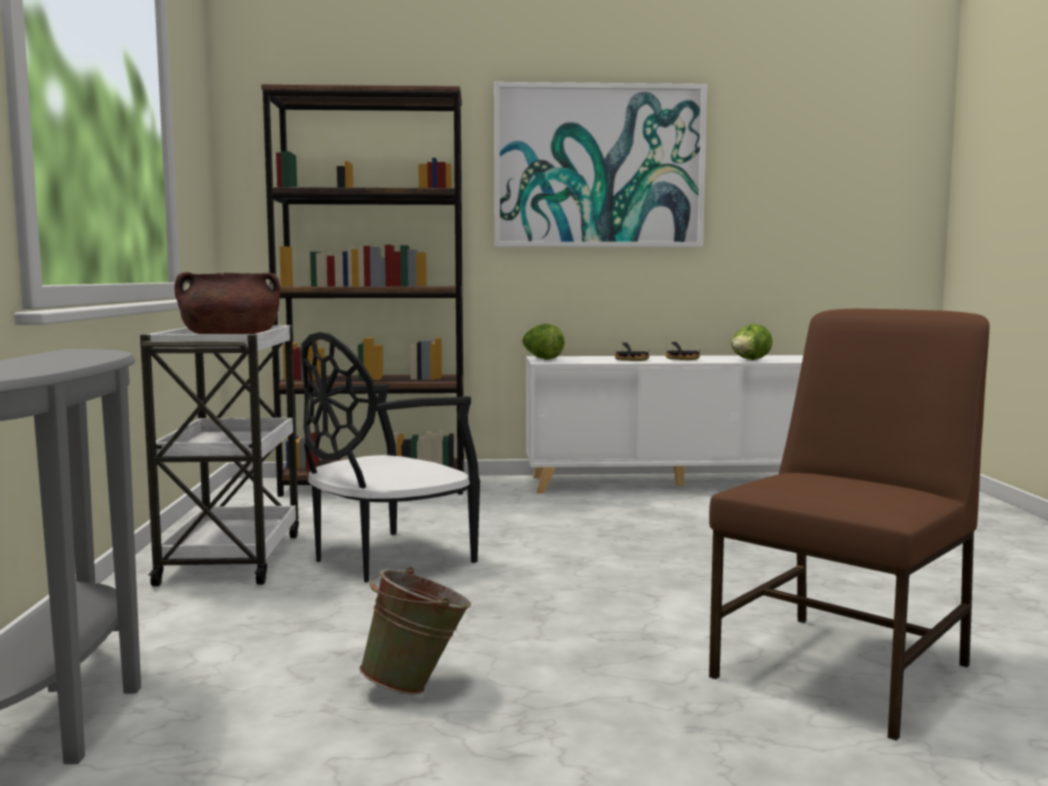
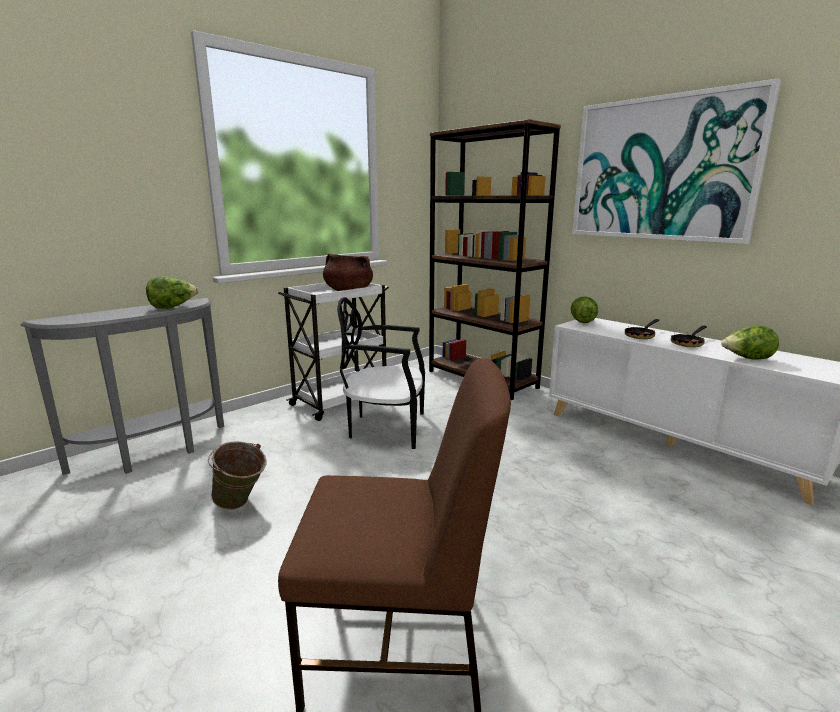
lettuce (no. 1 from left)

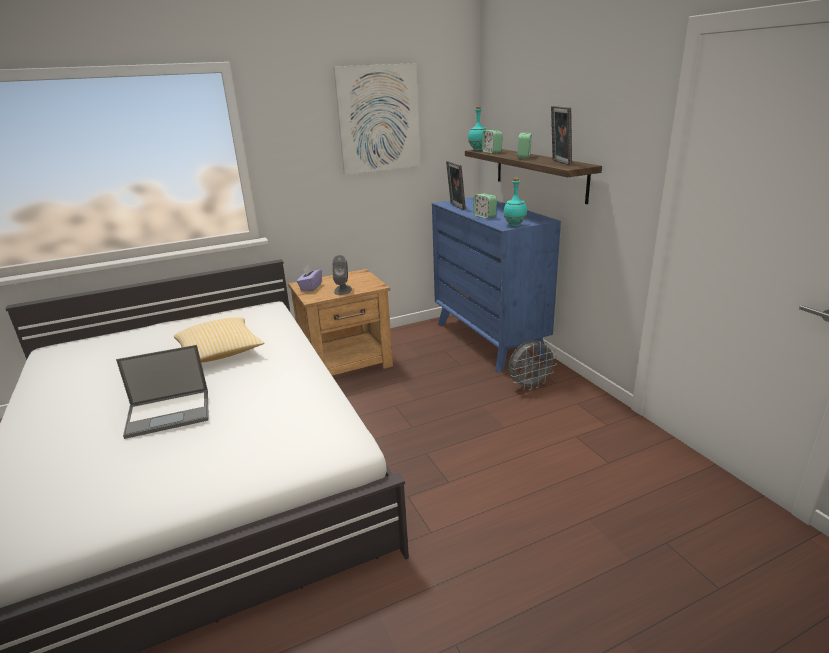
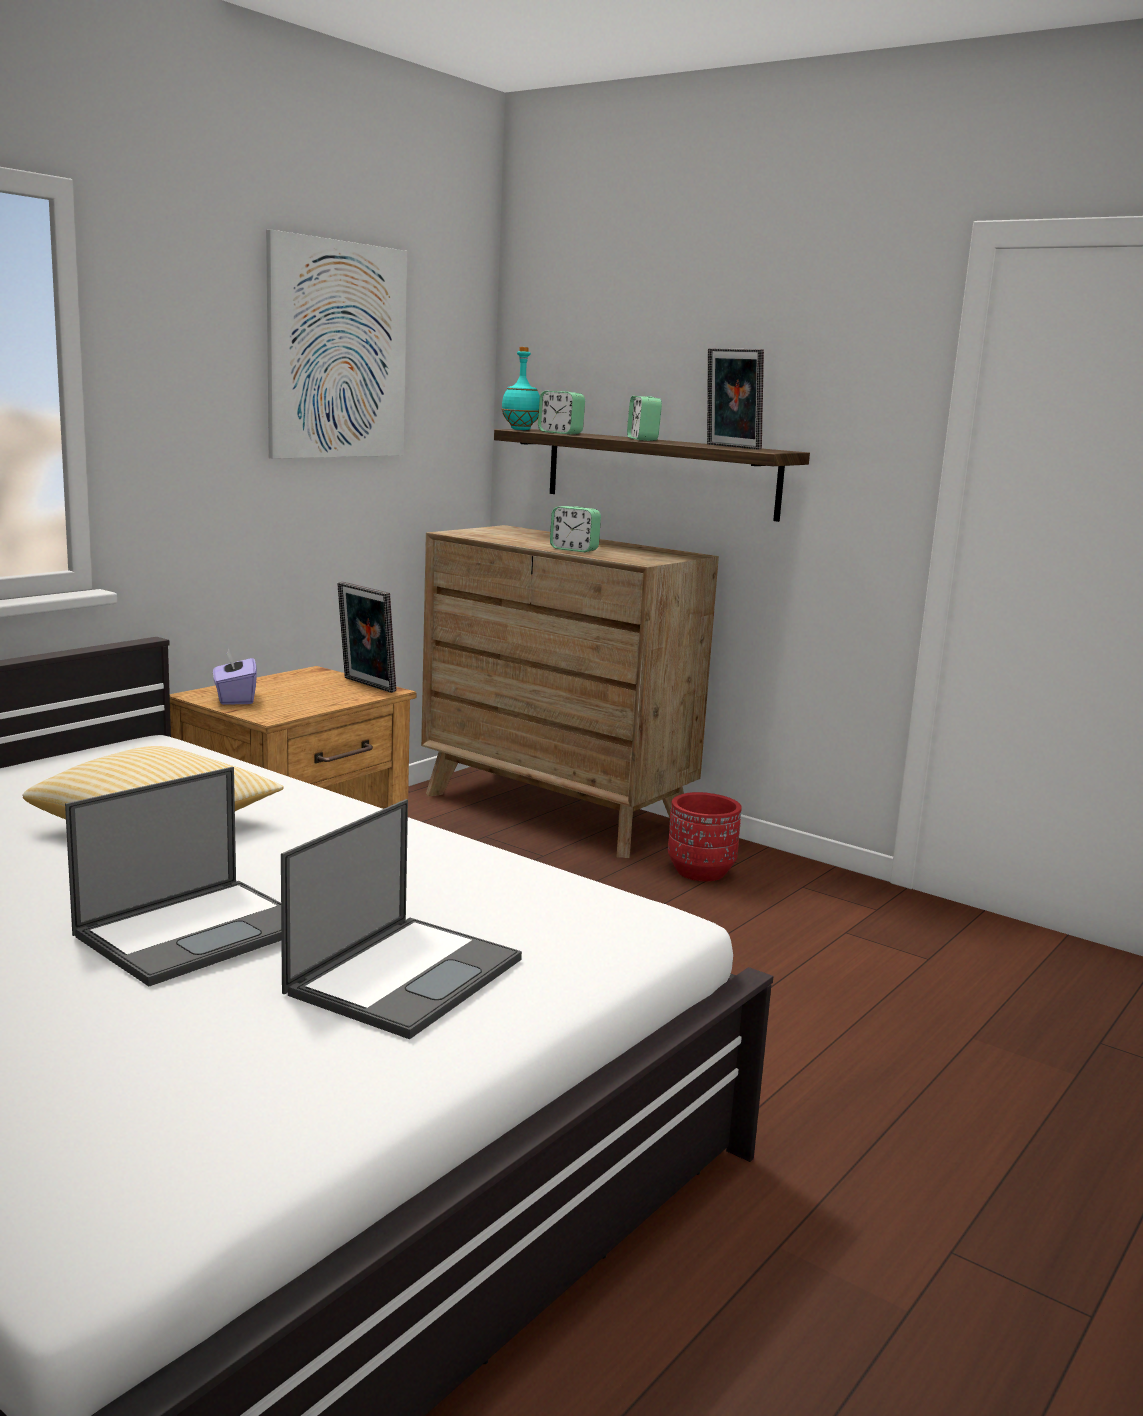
laptop (no. 2 from left)
picture frame (no. 1 from left)
dresser in brown
planter in red
speaker in grey
bottle in turquoise (no. 2 from left in the first image)

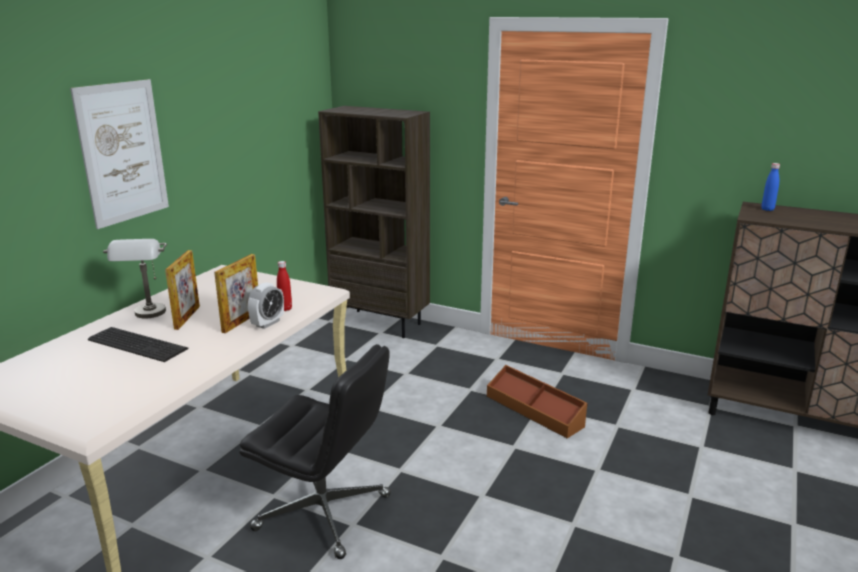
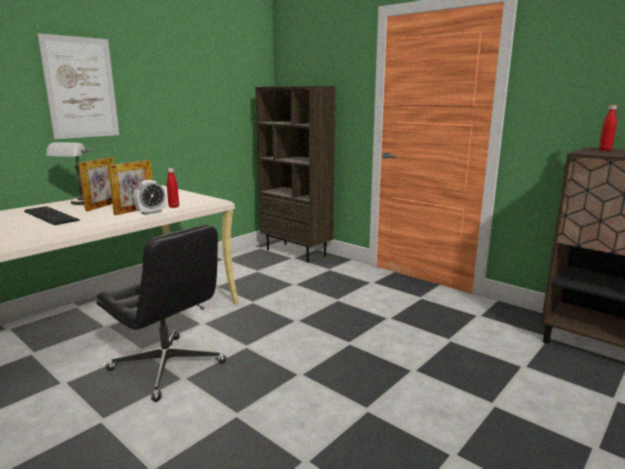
bottle in red (no. 2 from left)
storage box in brown

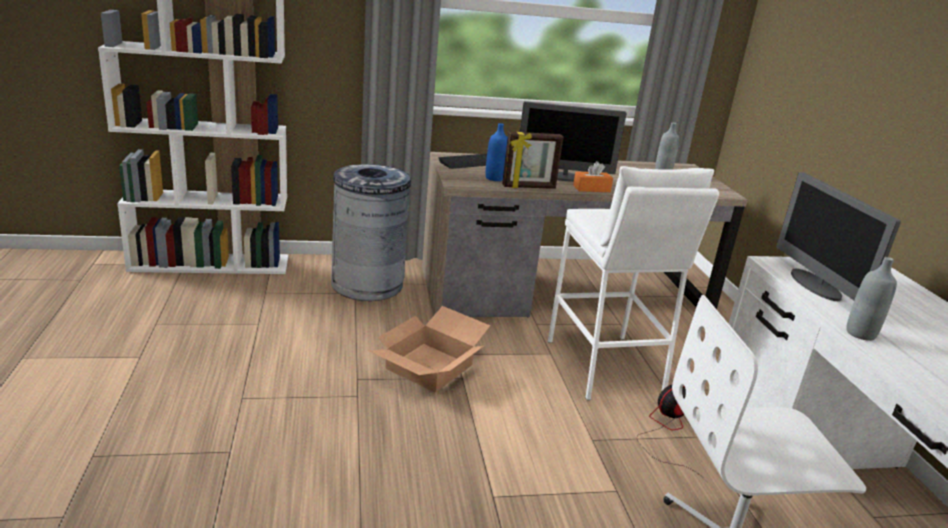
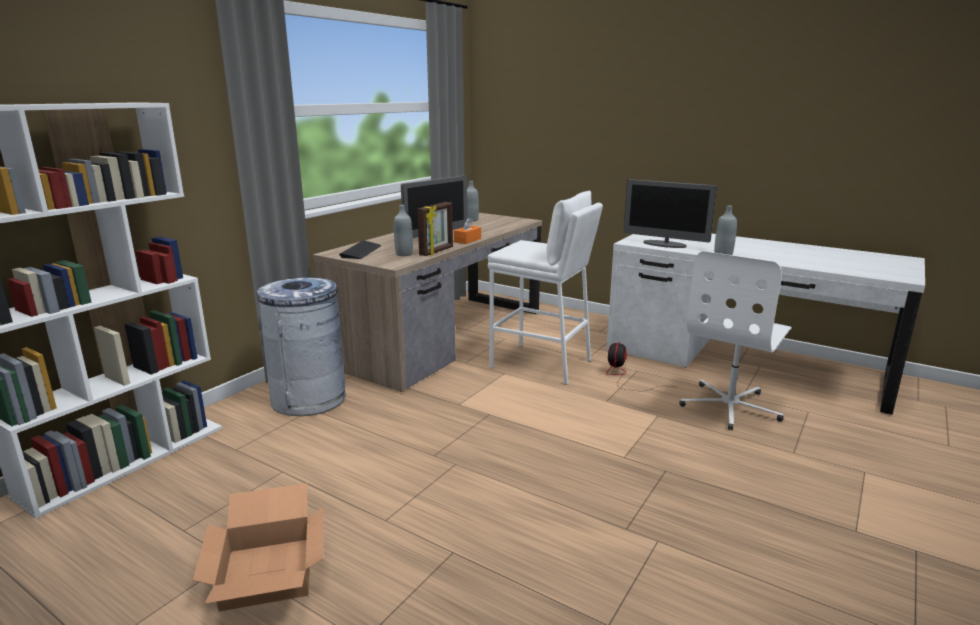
cardboard box
bottle in grey (no. 1 from left)

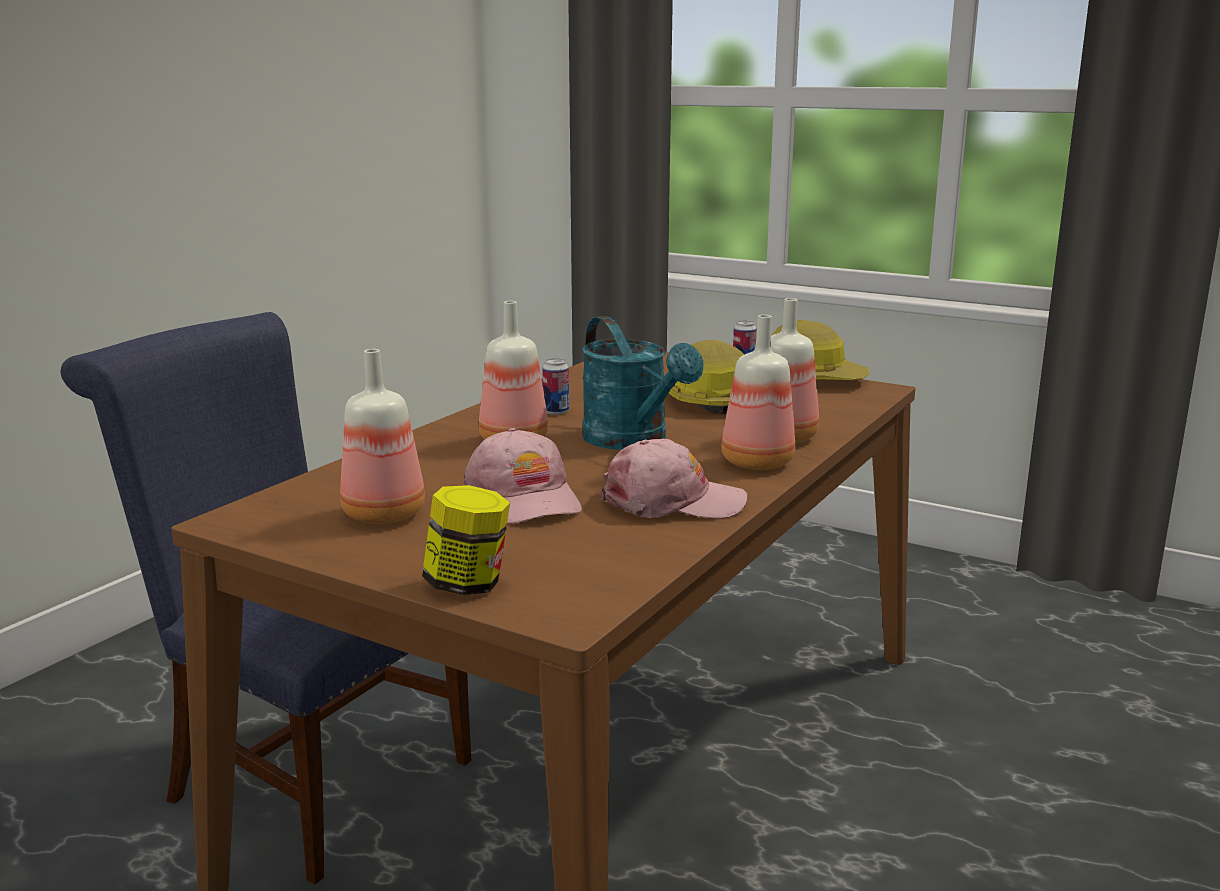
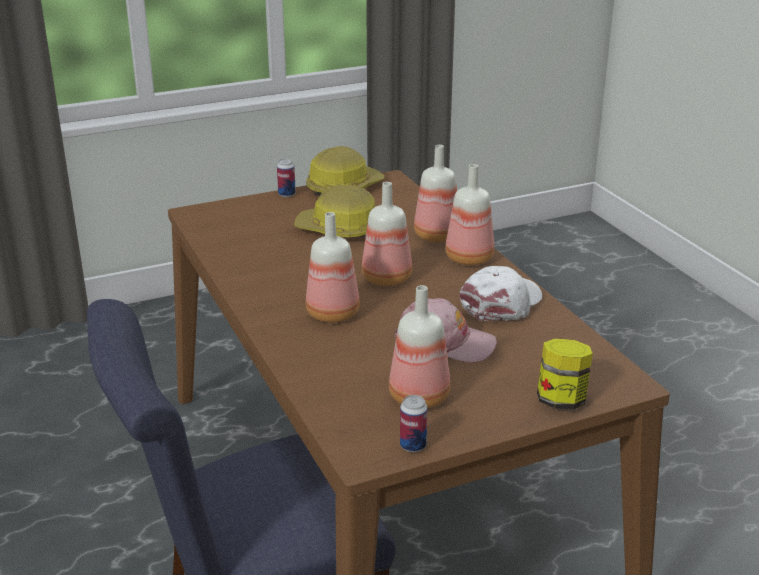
bottle (no. 2 from left)
can (no. 2 from left)
cap in white

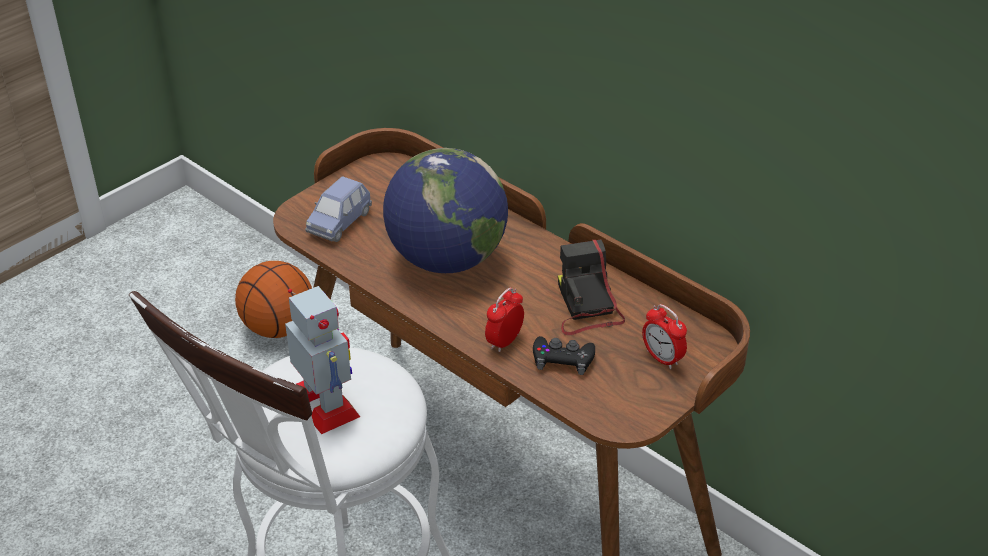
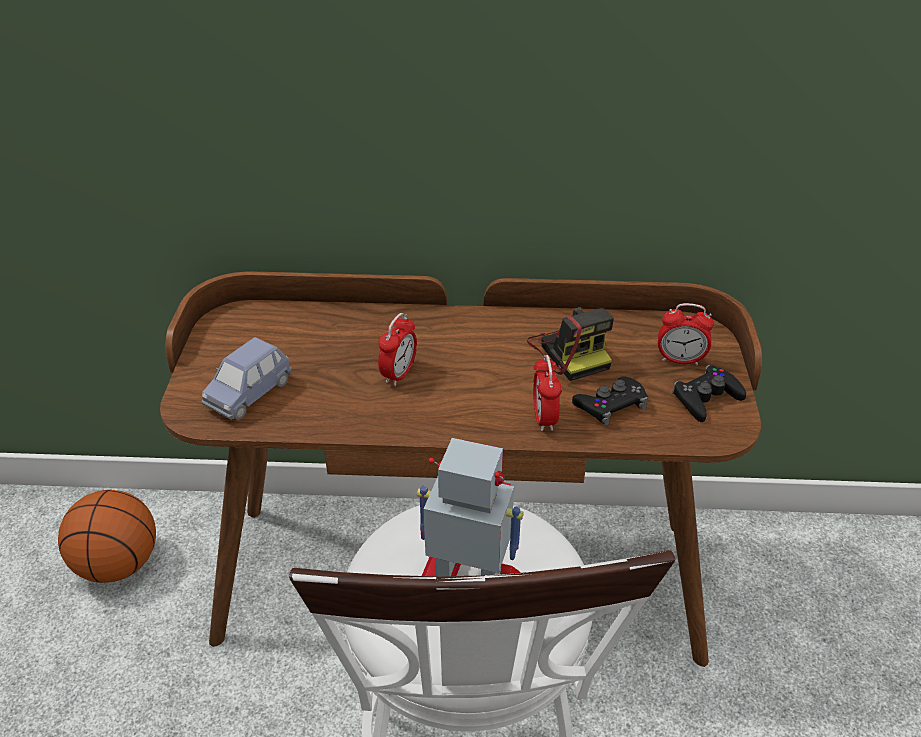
toy car in blue
alarm clock (no. 1 from left)
photo camera
game controller in black (no. 2 from left)

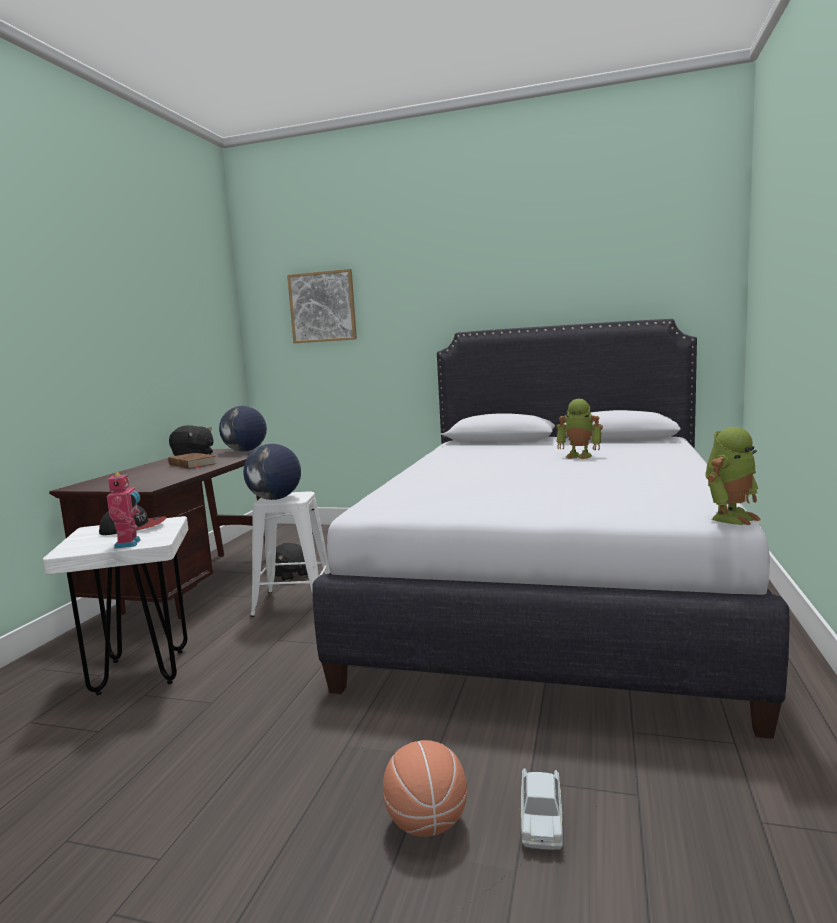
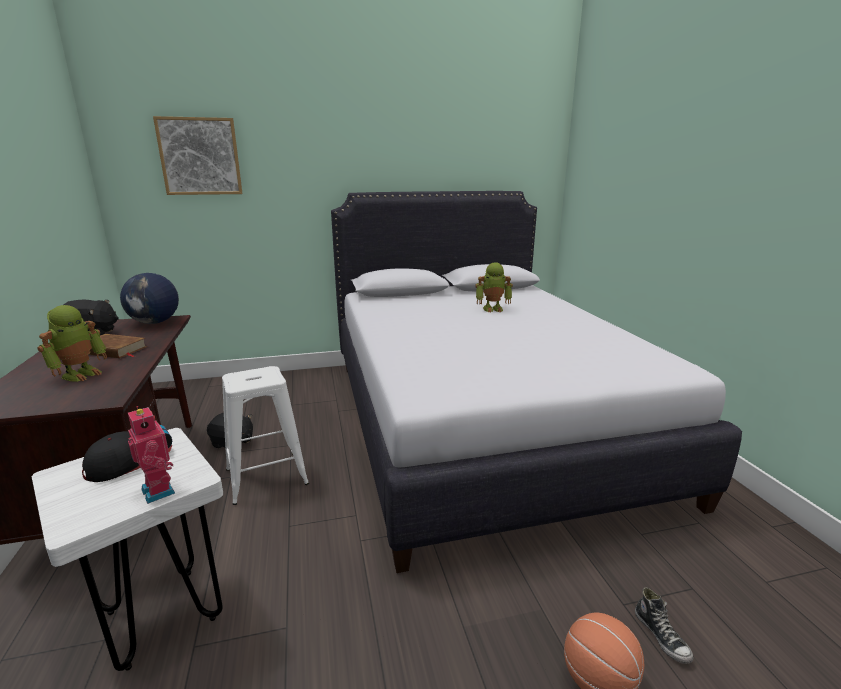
toy robot (no. 1 from left)
shoe
globe (no. 2 from left in the first image)

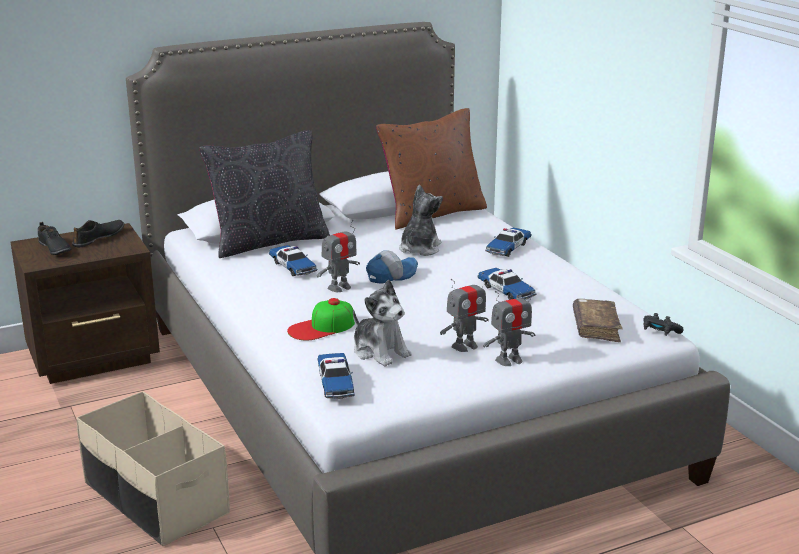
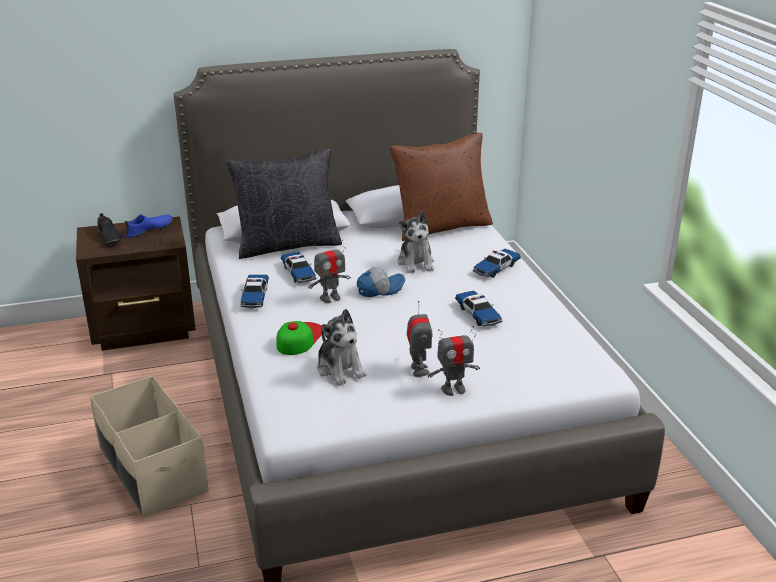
shoe in blue
toy car (no. 1 from left)
cap (no. 1 from left)
plush toy (no. 2 from left)
toy robot (no. 2 from left)
book in brown
game controller in black

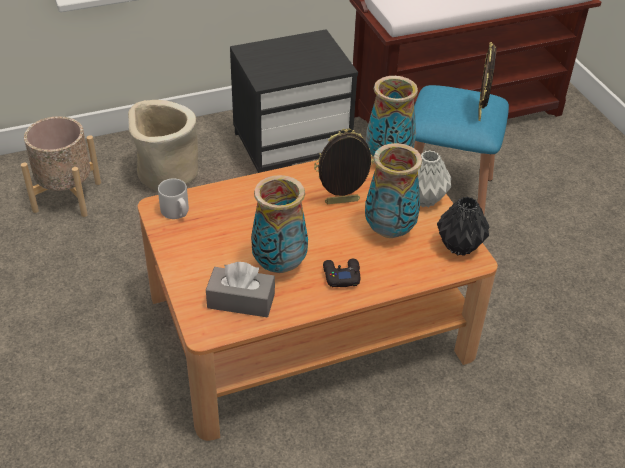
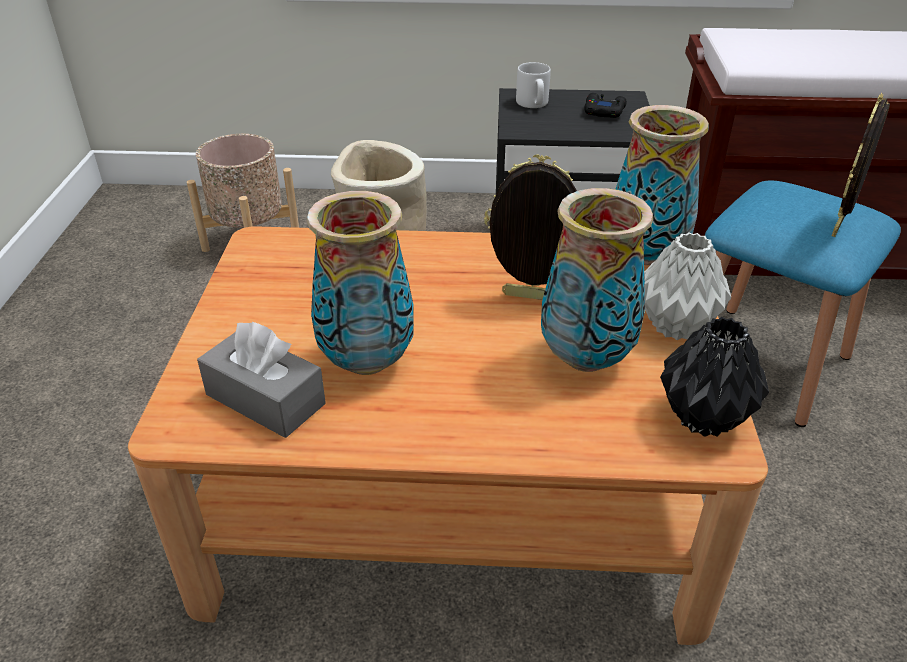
mug in grey
game controller in black

